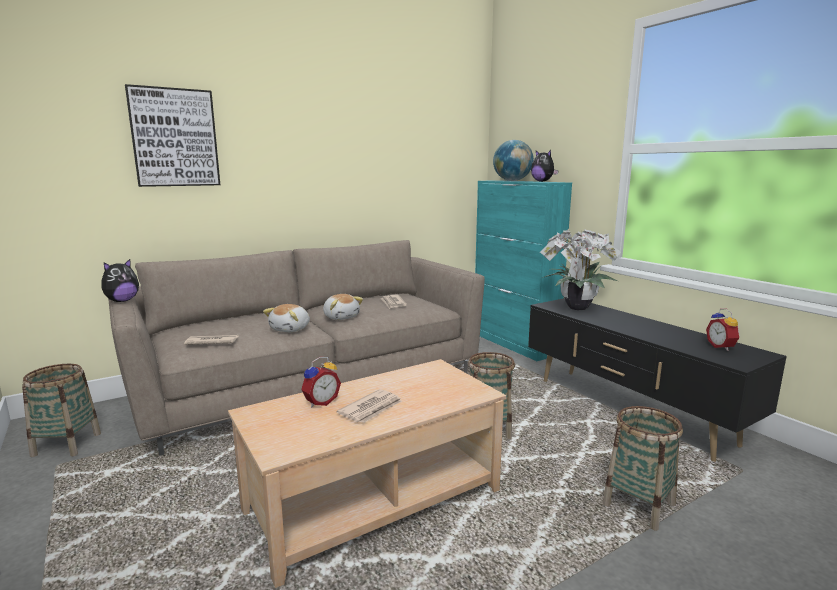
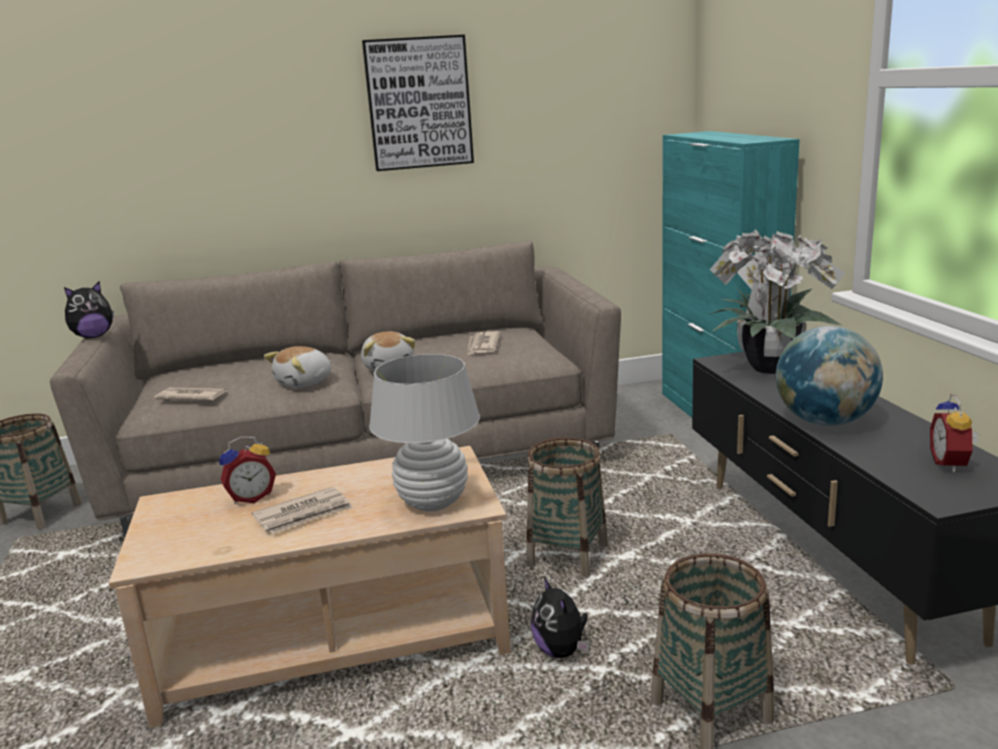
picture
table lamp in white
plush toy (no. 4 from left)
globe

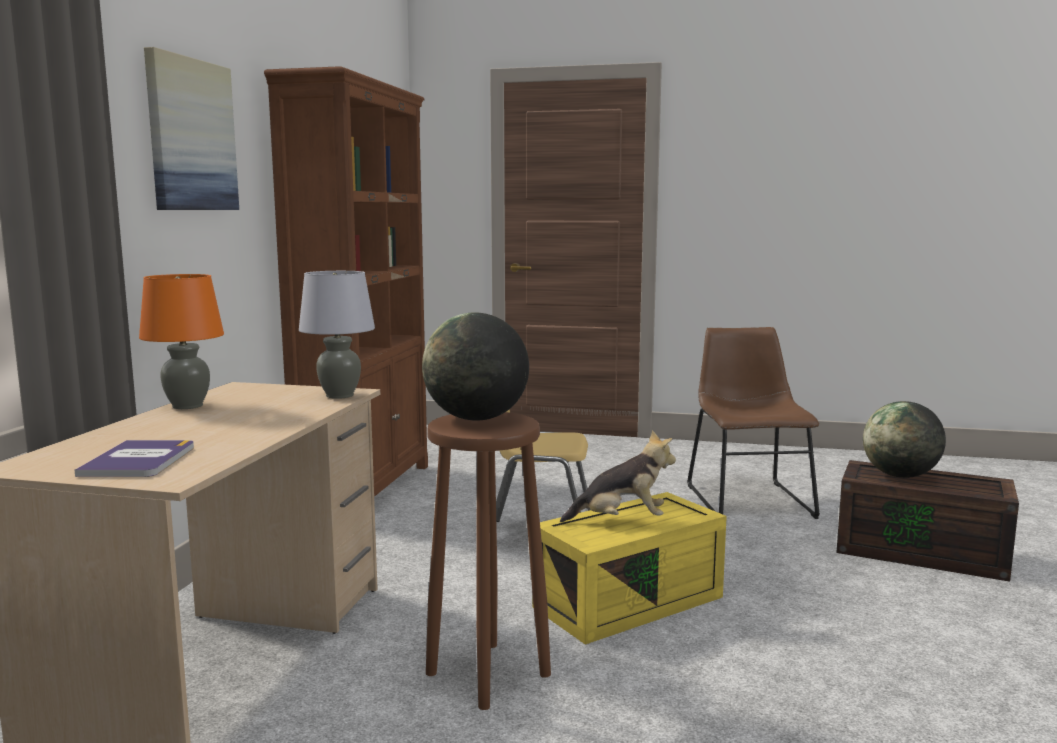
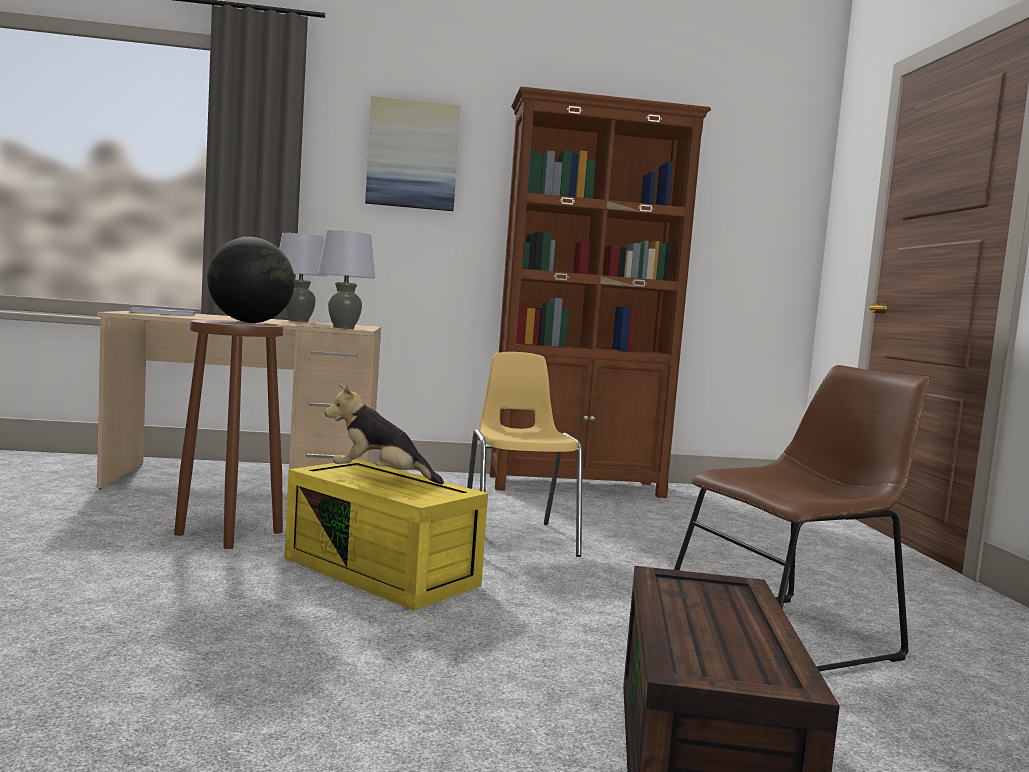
table lamp in grey (no. 1 from left)
plush toy
globe (no. 2 from left in the first image)

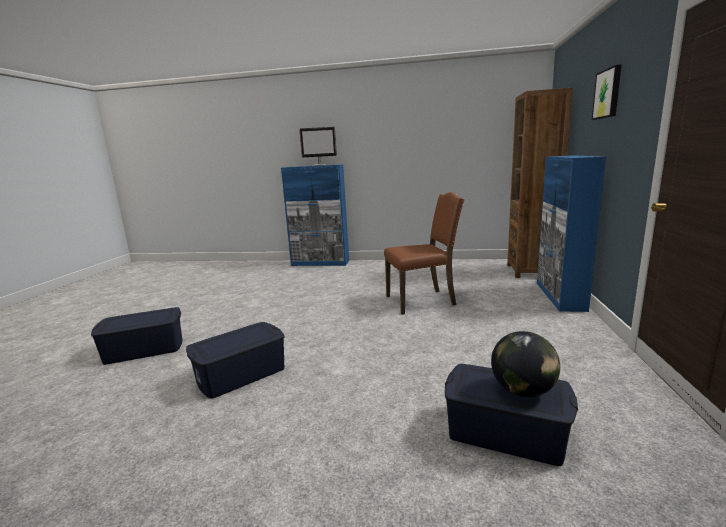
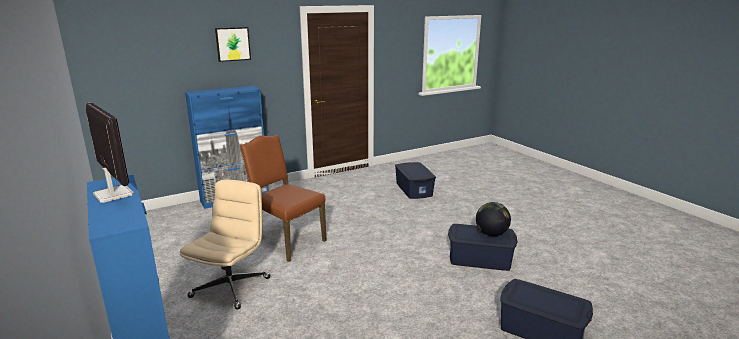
office chair in beige
globe
bookcase in brown

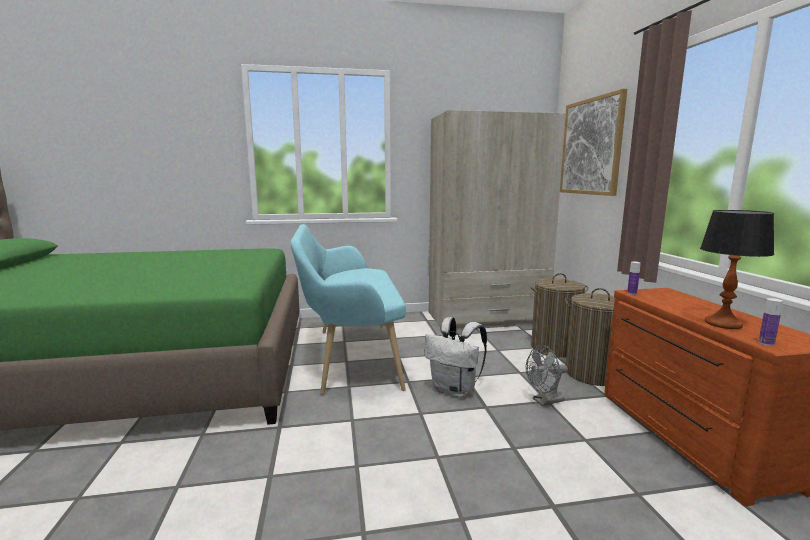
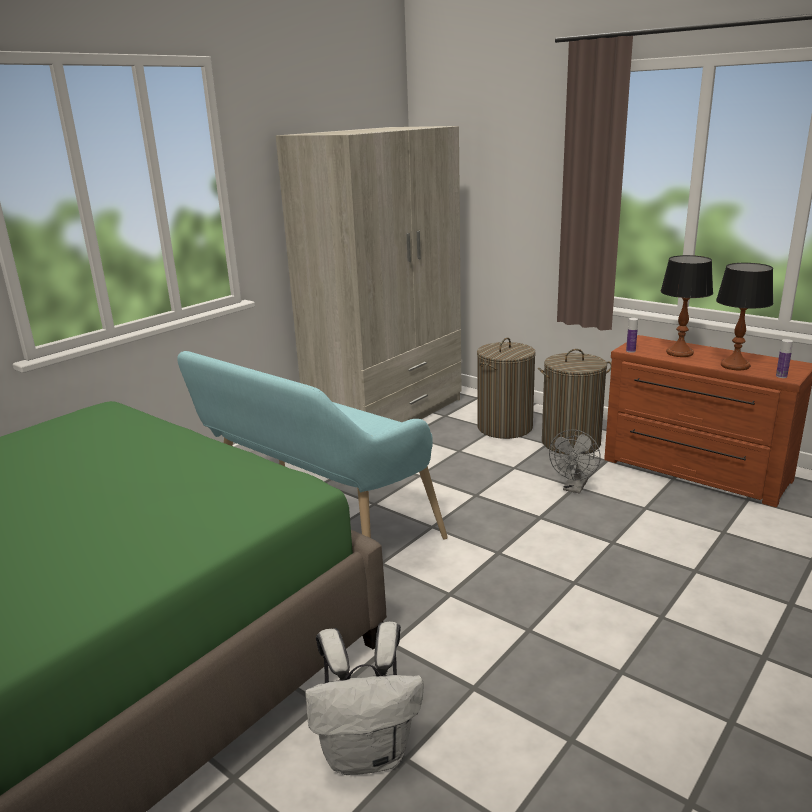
backpack in white
table lamp (no. 1 from left)
picture

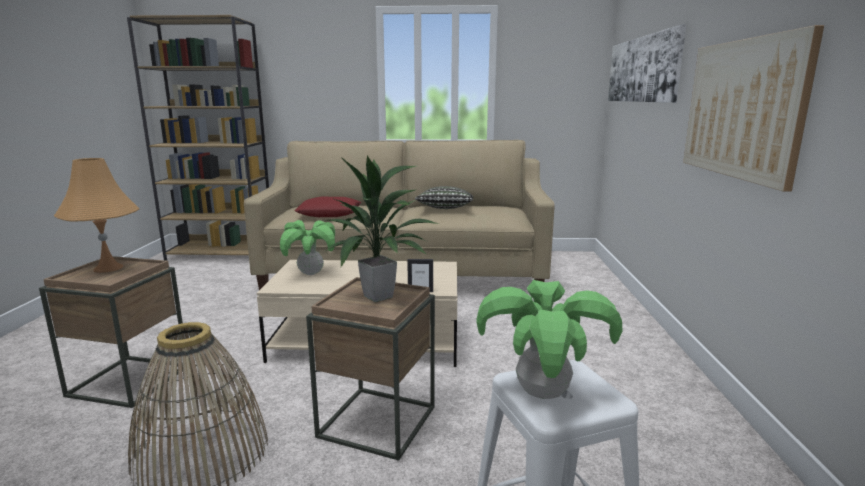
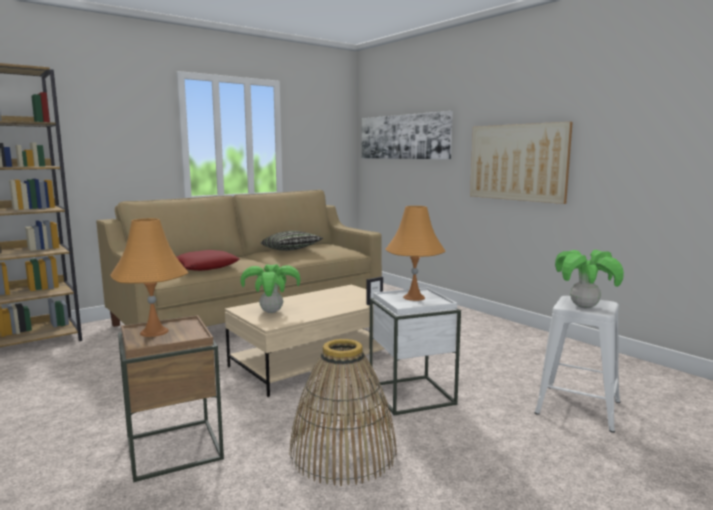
side table in white
table lamp in orange (no. 2 from left)

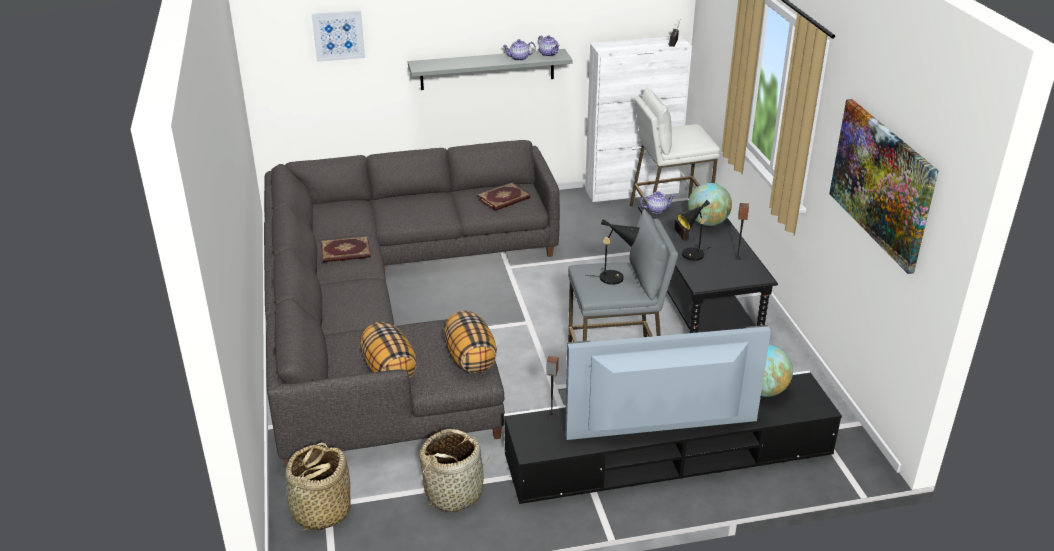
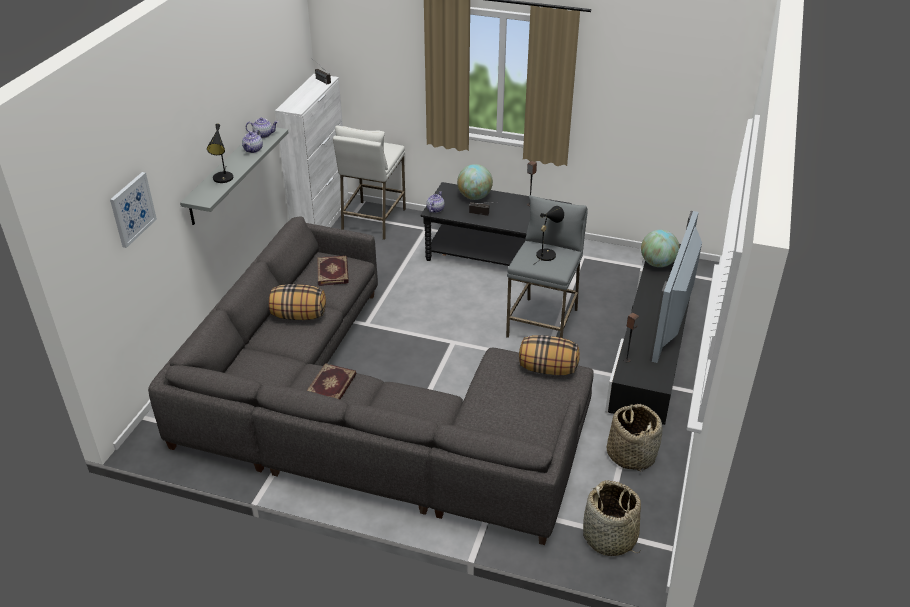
table lamp in black (no. 1 from left)
pillow (no. 1 from left)
picture (no. 2 from left in the first image)

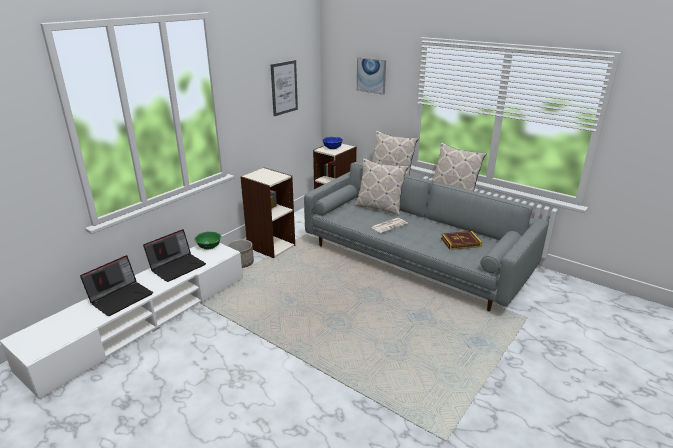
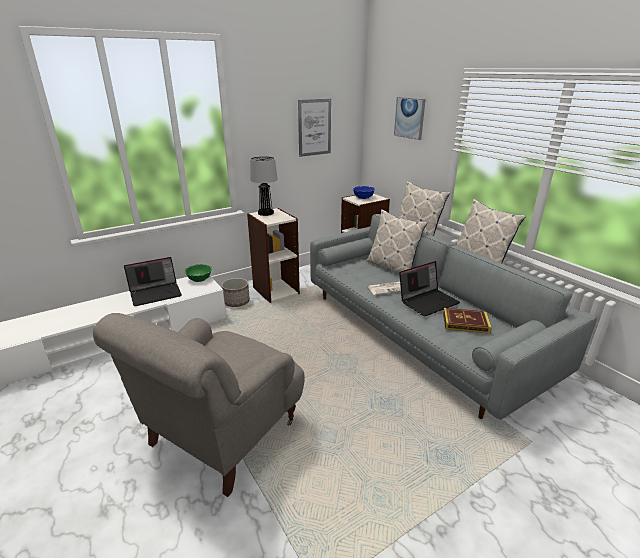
armchair in grey
table lamp
laptop (no. 2 from left)

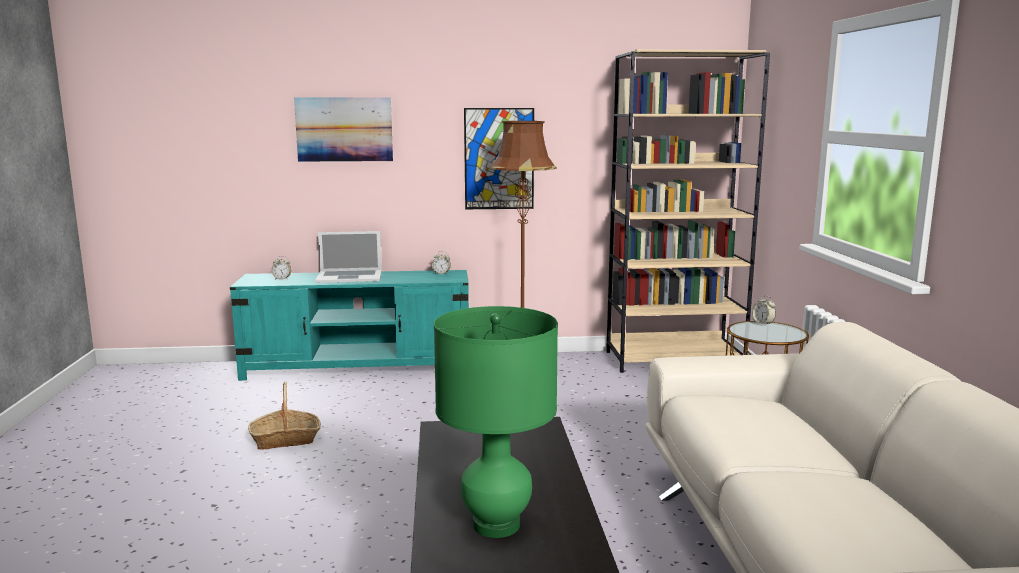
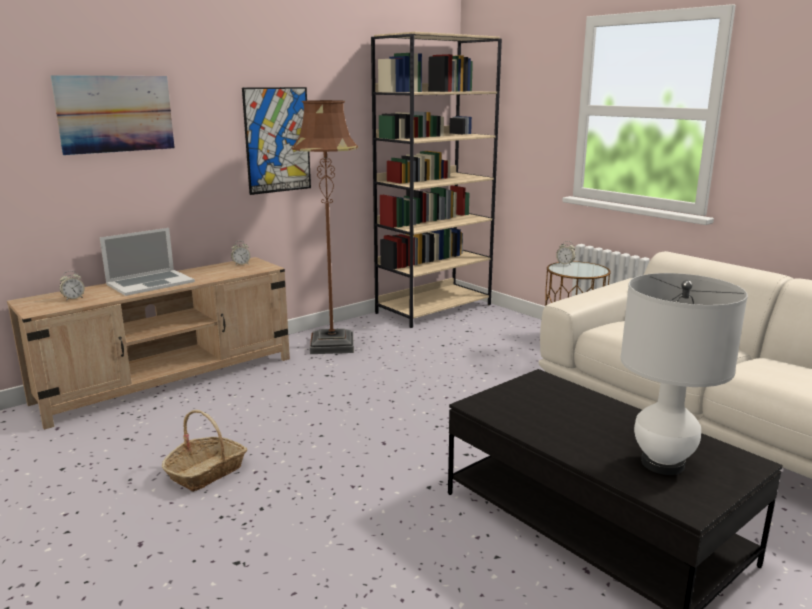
tv stand in beige
table lamp in white

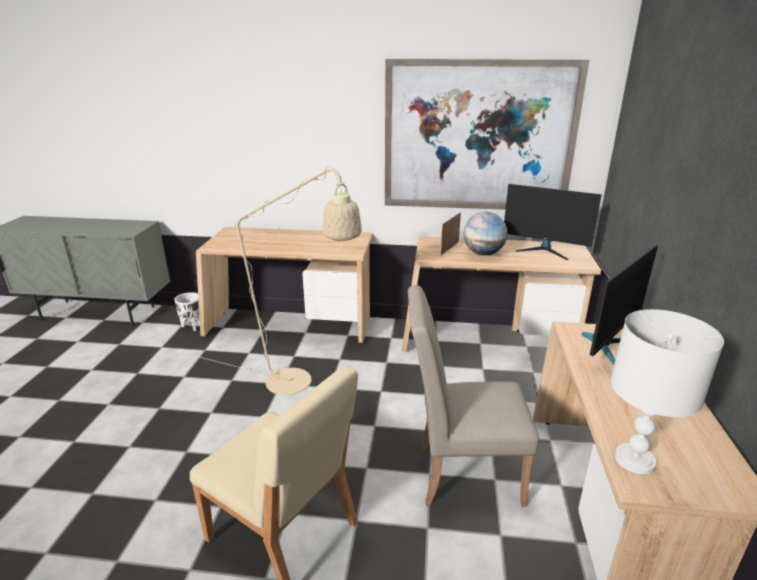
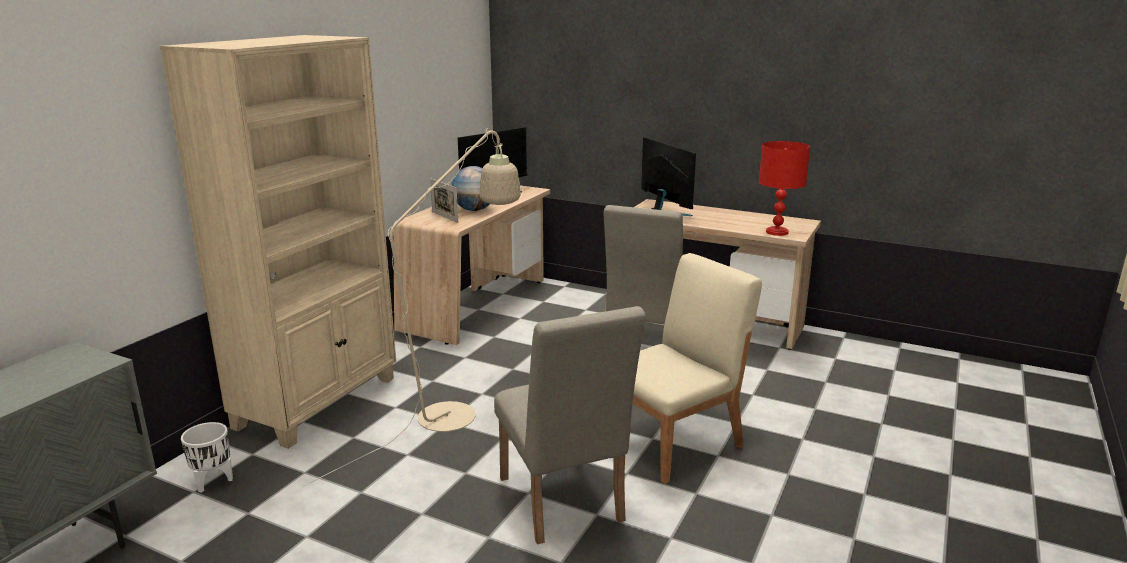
bookcase in beige
chair in beige (no. 1 from left)
table lamp in red
picture

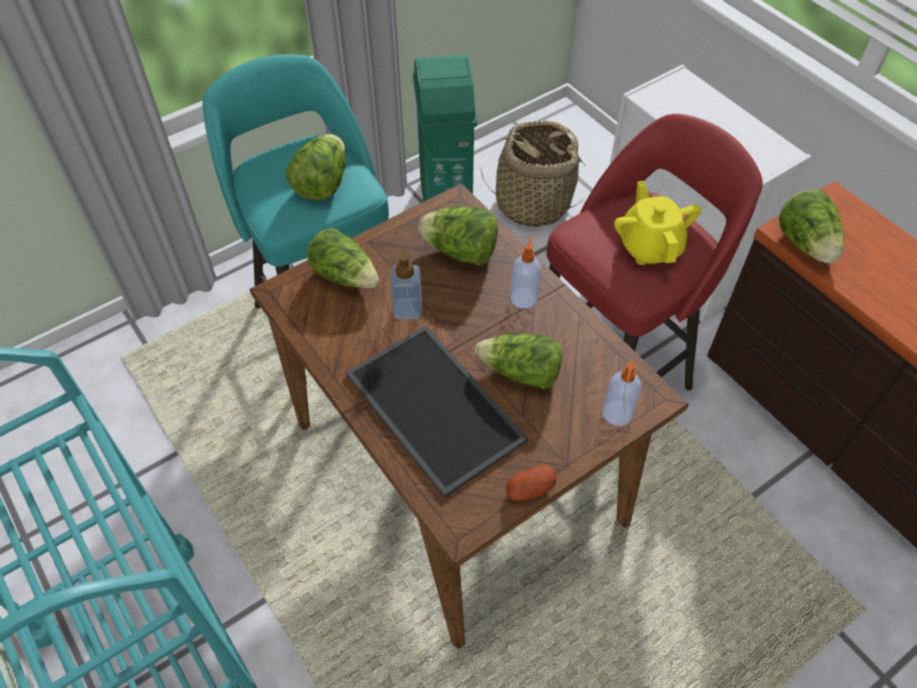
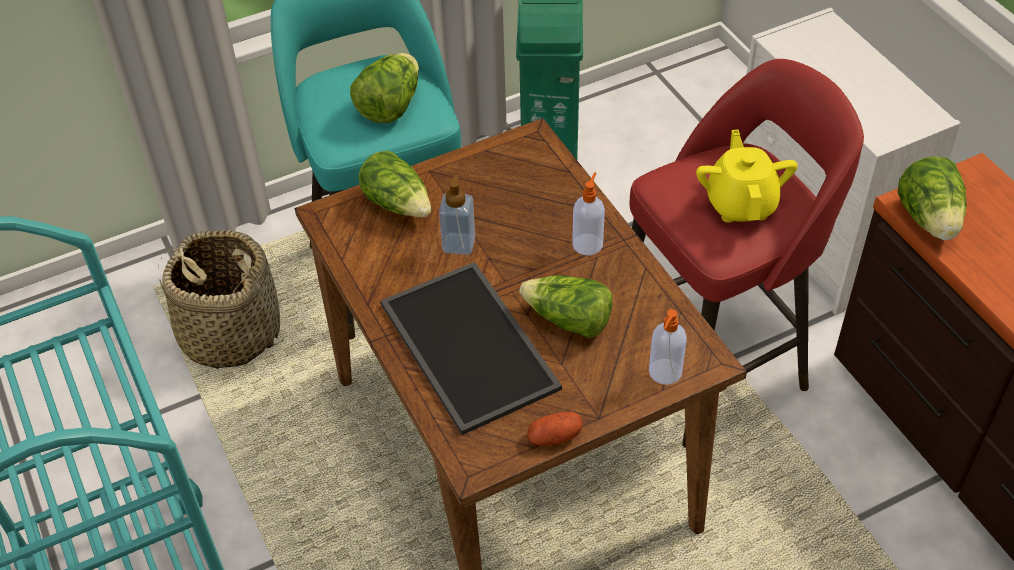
basket
lettuce (no. 3 from left in the first image)

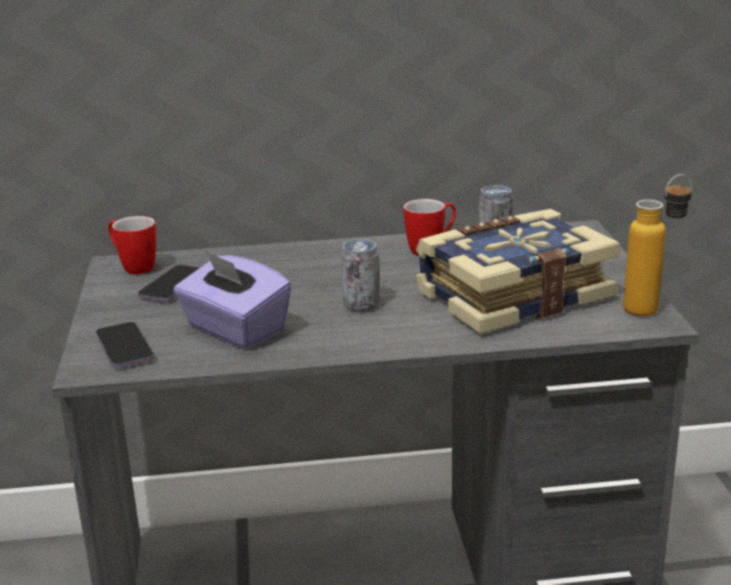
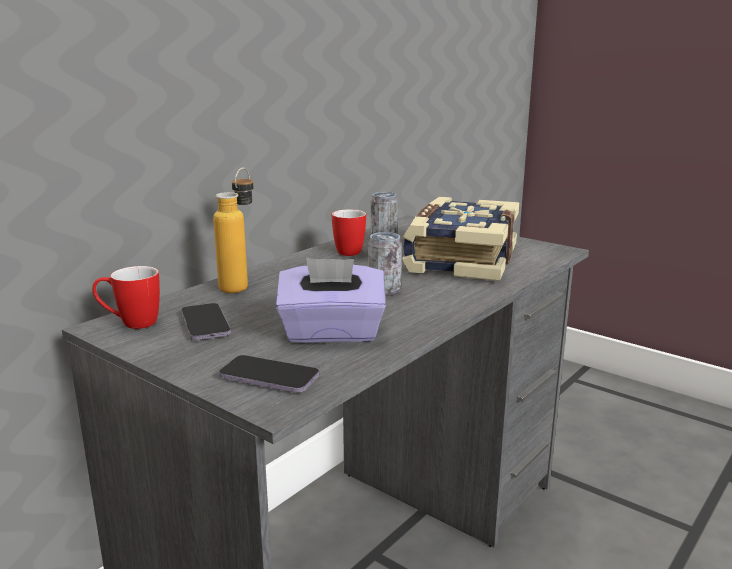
bottle

